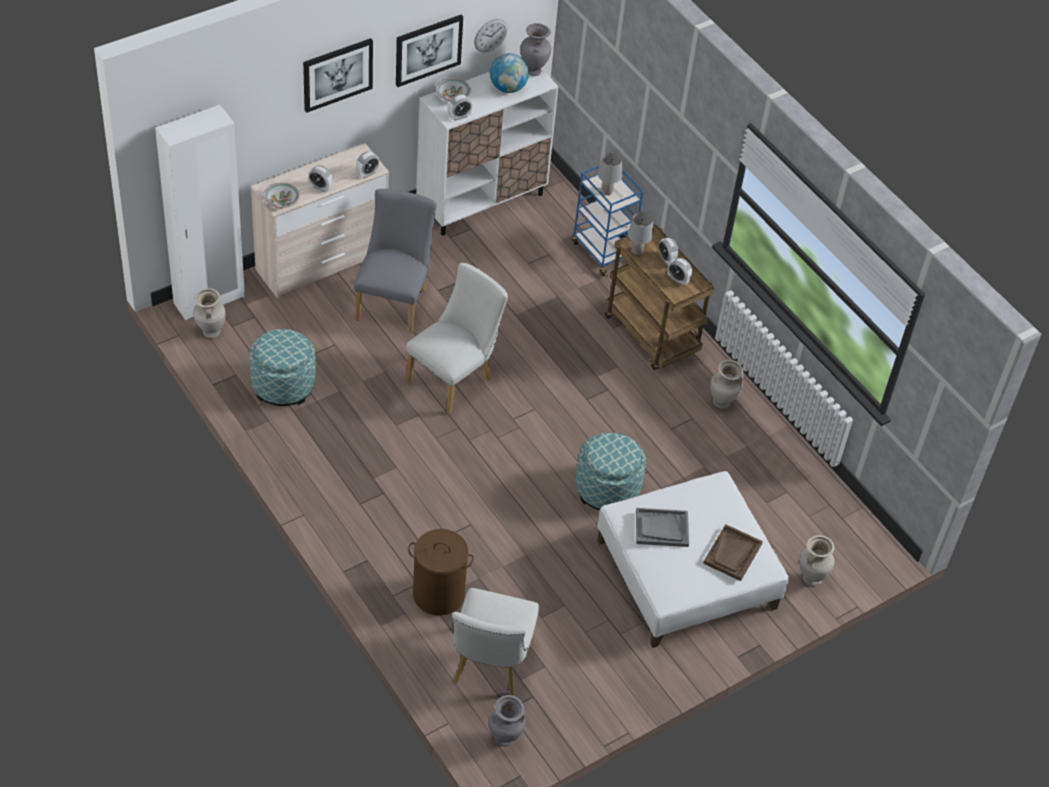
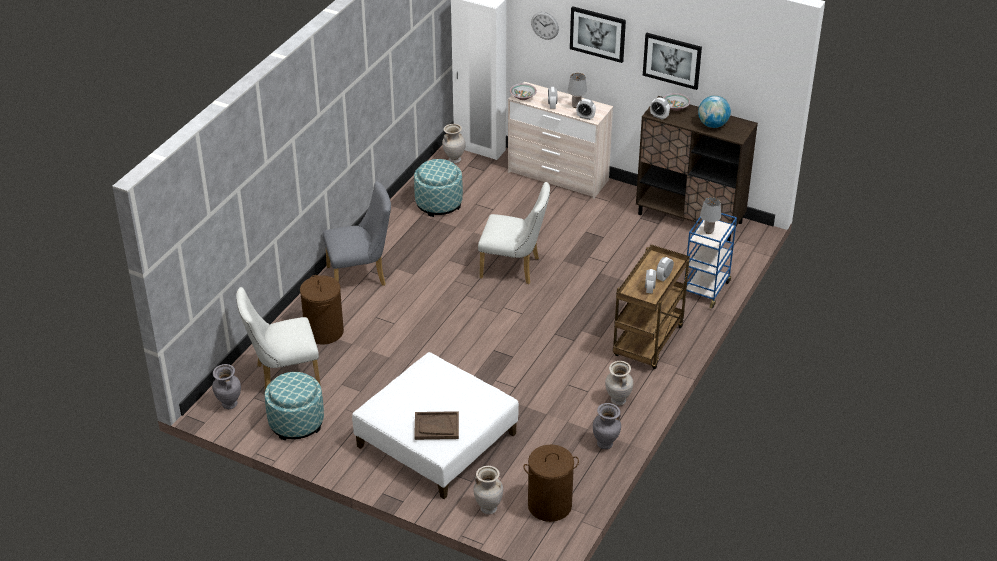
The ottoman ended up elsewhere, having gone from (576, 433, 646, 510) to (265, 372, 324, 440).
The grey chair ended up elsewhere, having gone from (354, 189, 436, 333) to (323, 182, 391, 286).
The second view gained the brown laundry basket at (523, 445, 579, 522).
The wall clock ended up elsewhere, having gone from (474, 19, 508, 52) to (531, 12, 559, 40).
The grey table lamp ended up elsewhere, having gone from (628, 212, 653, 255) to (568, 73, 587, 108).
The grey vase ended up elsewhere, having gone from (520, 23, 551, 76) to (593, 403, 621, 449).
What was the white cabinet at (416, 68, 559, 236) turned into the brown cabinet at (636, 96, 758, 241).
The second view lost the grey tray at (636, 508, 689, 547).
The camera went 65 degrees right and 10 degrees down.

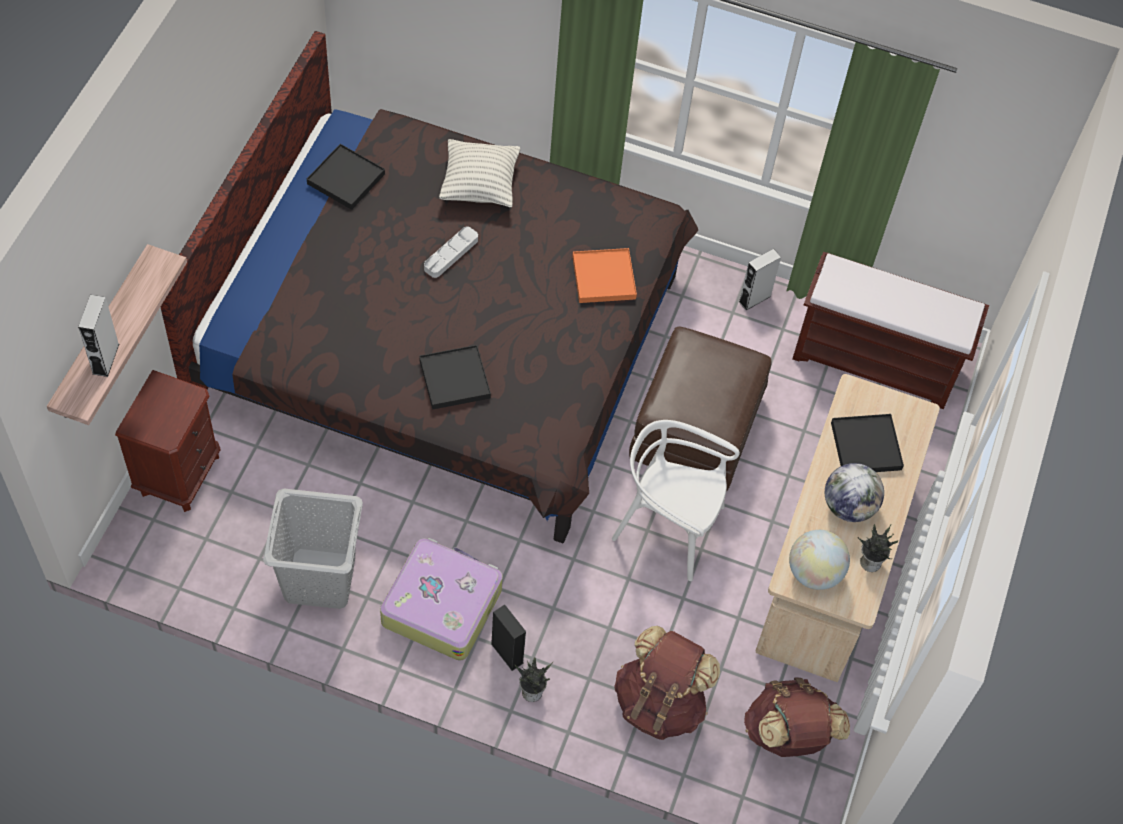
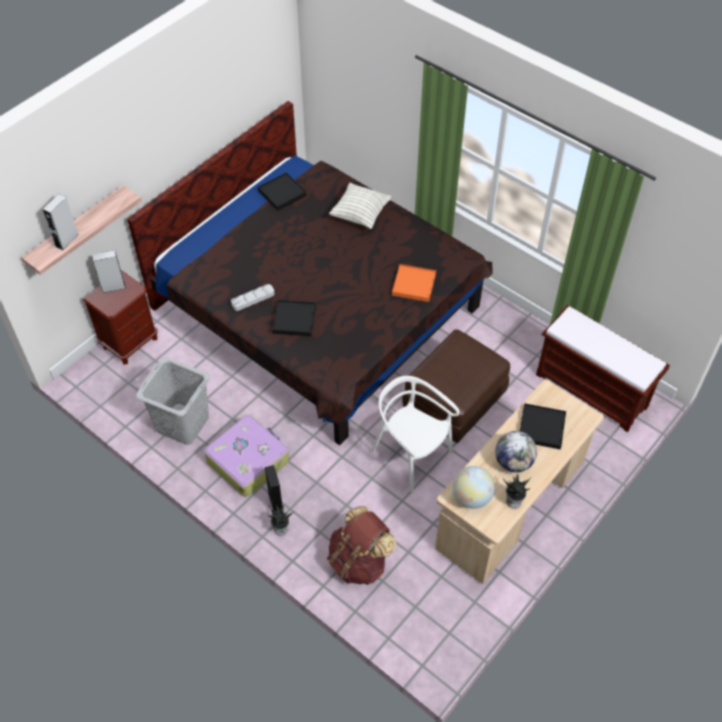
The grey speaker ended up elsewhere, having gone from (739, 249, 781, 310) to (92, 250, 126, 293).
The grey tray ended up elsewhere, having gone from (424, 226, 478, 278) to (231, 284, 274, 311).
The second view lost the brown backpack at (744, 677, 850, 757).
The camera went 25 degrees right and 5 degrees down.

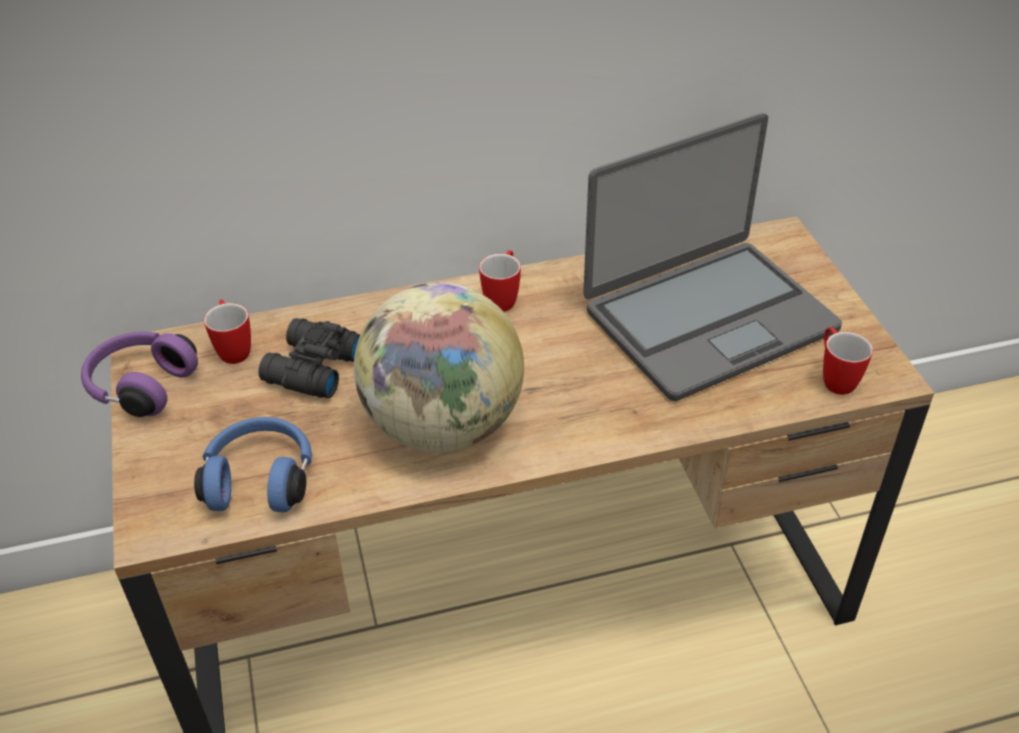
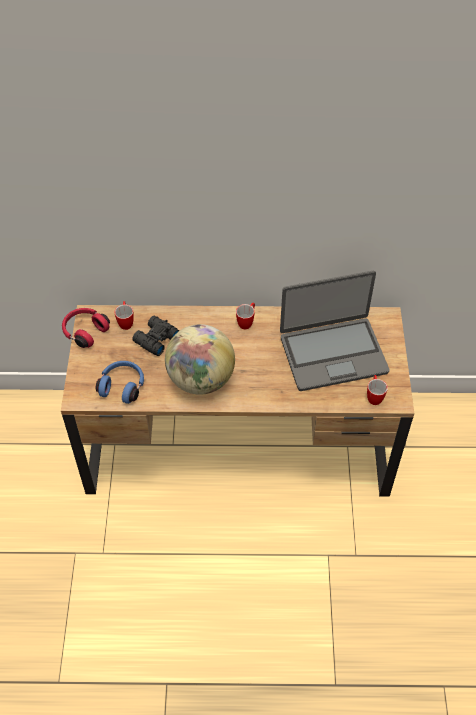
What was the purple headphones at (81, 332, 198, 417) turned into the red headphones at (62, 308, 110, 348).
The camera went 15 degrees right and 10 degrees up.

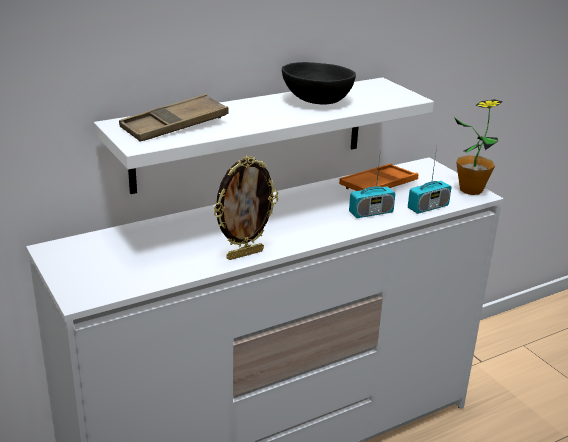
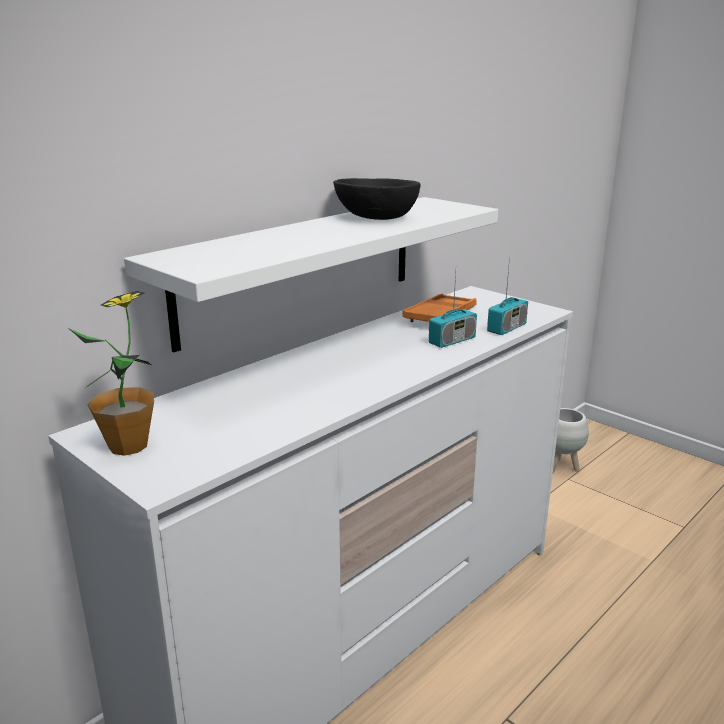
The potted plant ended up elsewhere, having gone from (454, 99, 503, 195) to (70, 291, 154, 456).
The second view gained the white planter at (553, 408, 589, 472).
The second view lost the brown tray at (119, 94, 229, 141).
The second view lost the picture frame at (213, 156, 278, 260).
The camera went 15 degrees left and 5 degrees down.

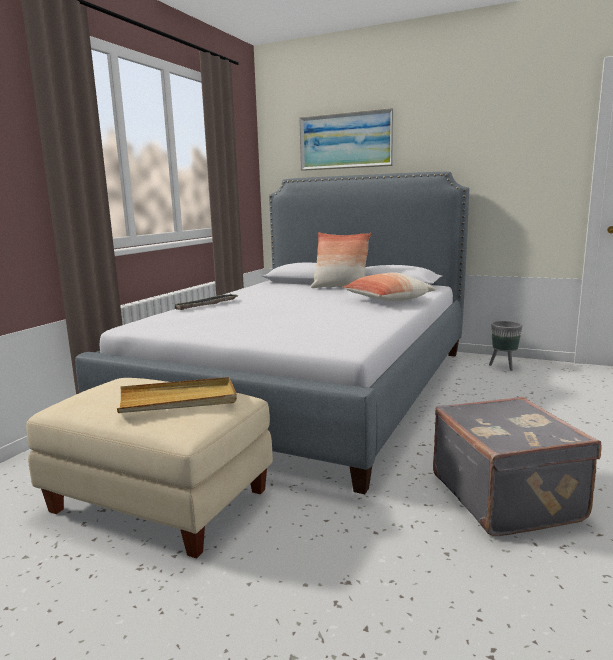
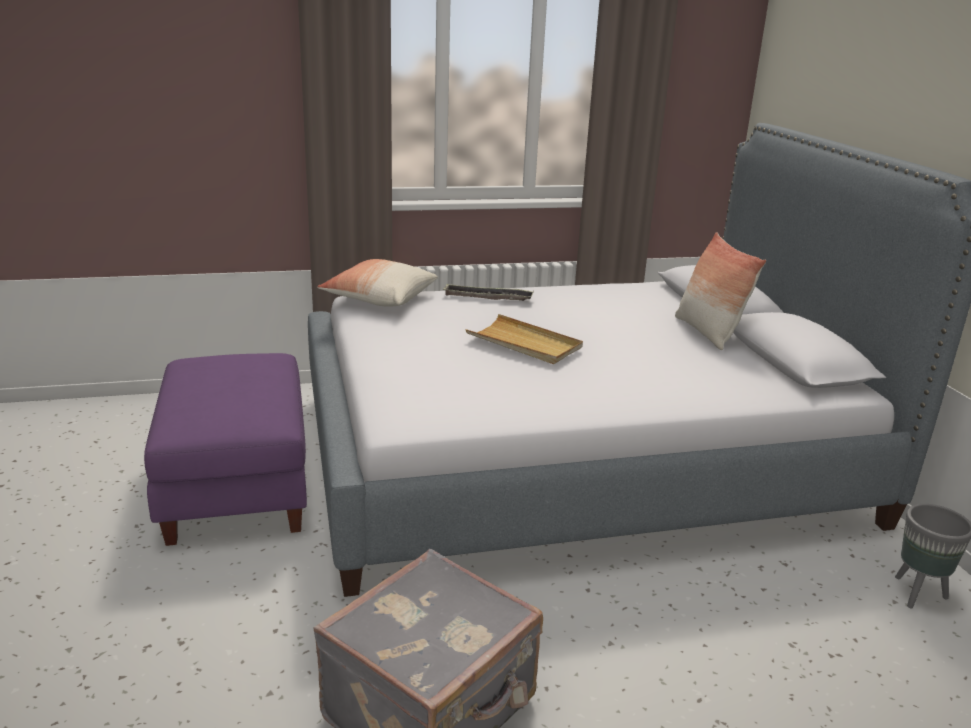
What was the beige ottoman at (26, 378, 273, 559) turned into the purple ottoman at (144, 353, 307, 546).
The pillow ended up elsewhere, having gone from (342, 272, 436, 301) to (317, 259, 438, 307).
The beige tray ended up elsewhere, having gone from (117, 377, 237, 413) to (465, 314, 583, 364).
The second view lost the picture at (299, 108, 394, 171).
The camera went 50 degrees right and 10 degrees up.

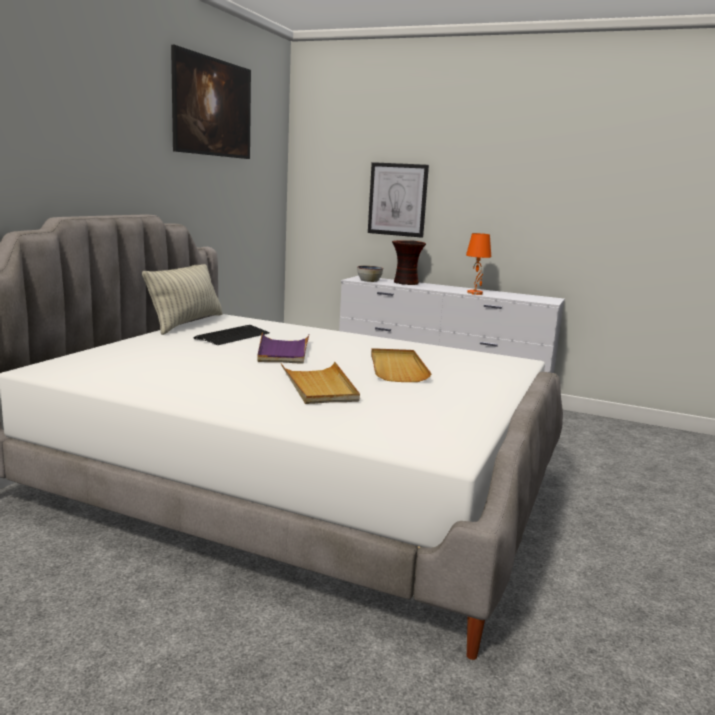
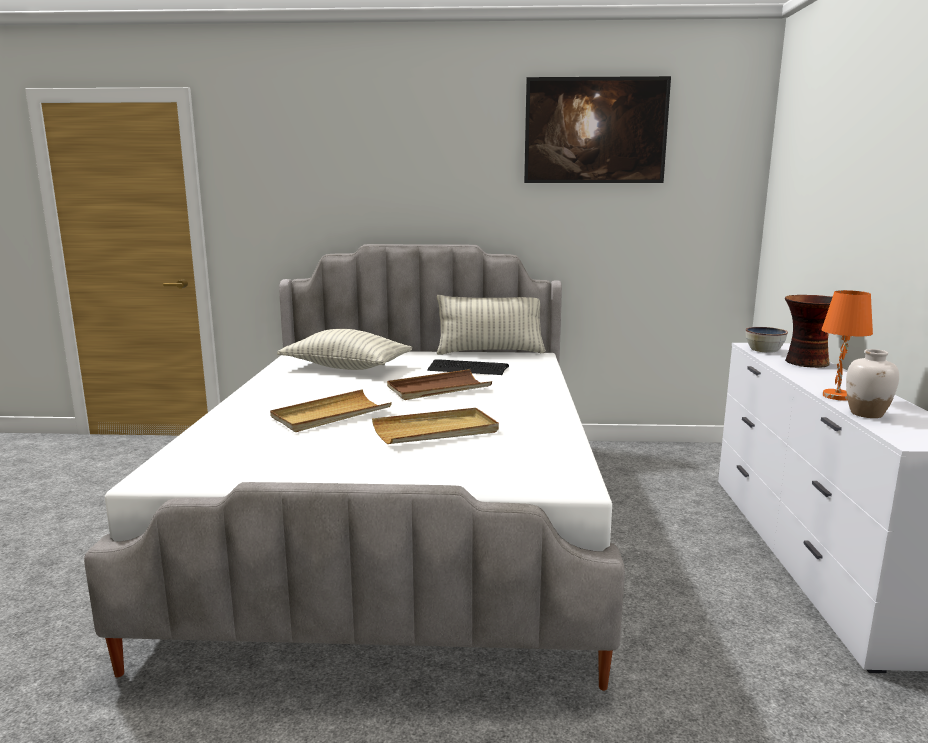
The second view gained the pillow at (277, 329, 413, 370).
What was the purple tray at (257, 332, 310, 364) turned into the brown tray at (387, 369, 492, 400).
The second view gained the white vase at (846, 349, 899, 418).
The second view lost the picture at (368, 162, 429, 238).
The camera went 70 degrees right and 0 degrees up.

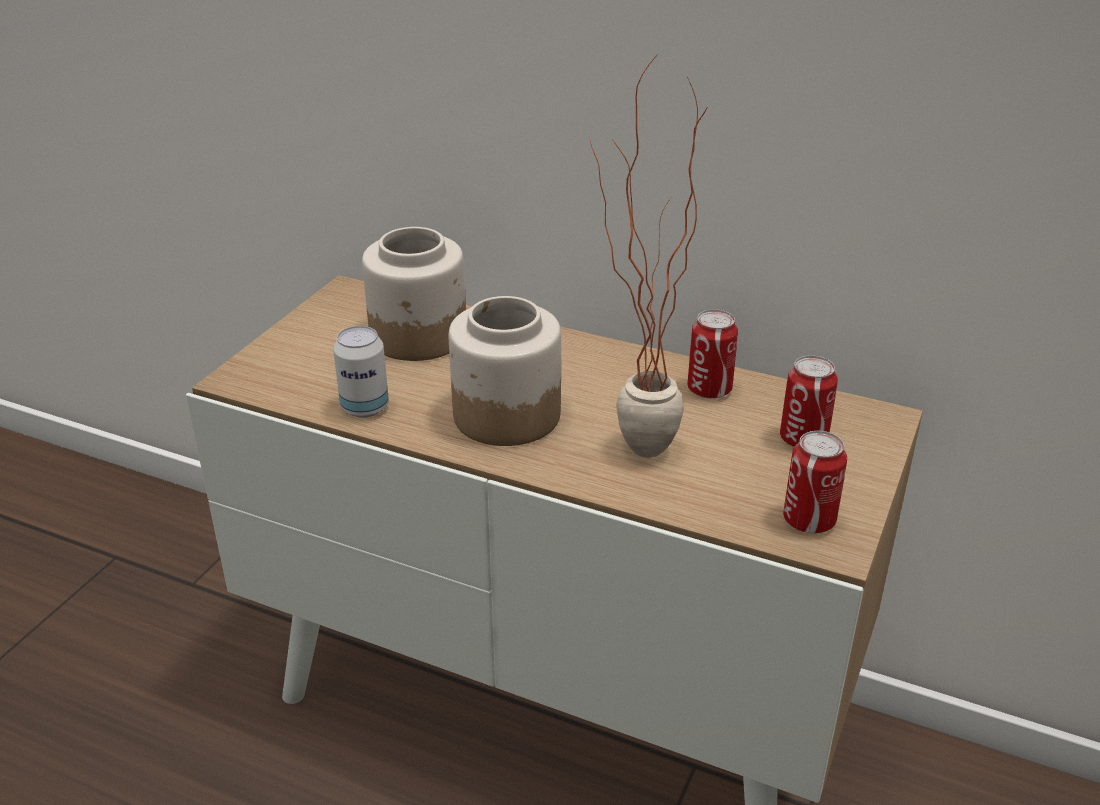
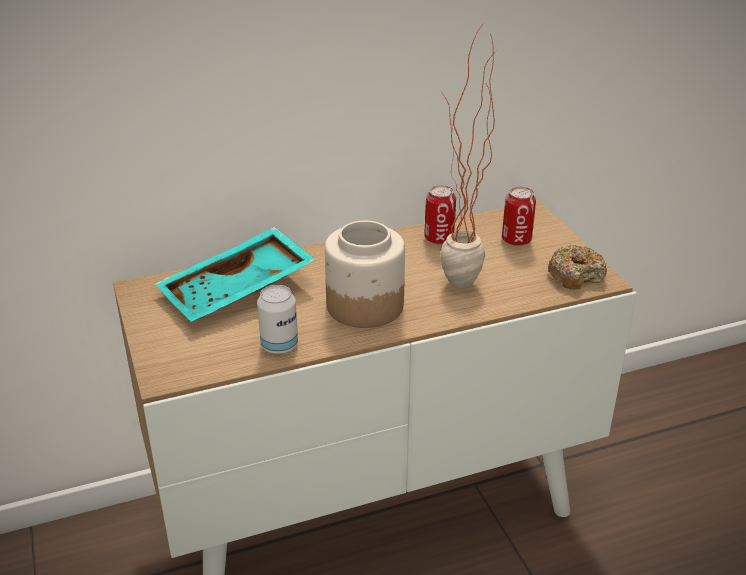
Where the jar stood at (362, 227, 466, 361), the turquoise tray came to stand at (155, 227, 316, 322).
Where the can stood at (783, 431, 847, 533), the donut came to stand at (548, 245, 607, 290).
The camera went 45 degrees left and 0 degrees up.

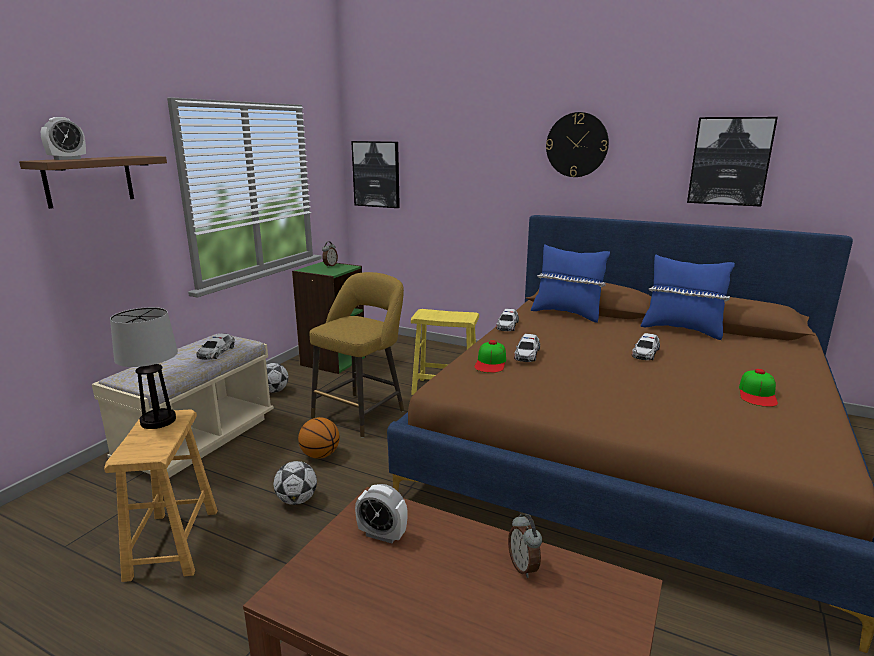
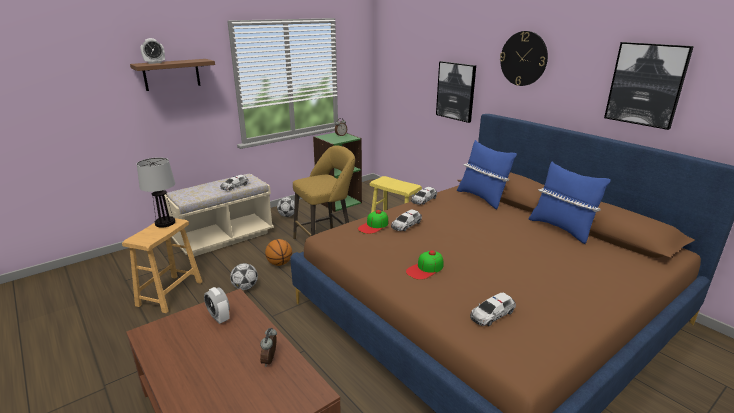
The cap ended up elsewhere, having gone from (739, 369, 778, 407) to (406, 251, 443, 280).
The picture ended up elsewhere, having gone from (351, 141, 400, 208) to (436, 61, 476, 123).
The toy car ended up elsewhere, having gone from (632, 333, 660, 360) to (470, 292, 516, 326).
The camera went 25 degrees right and 5 degrees up.

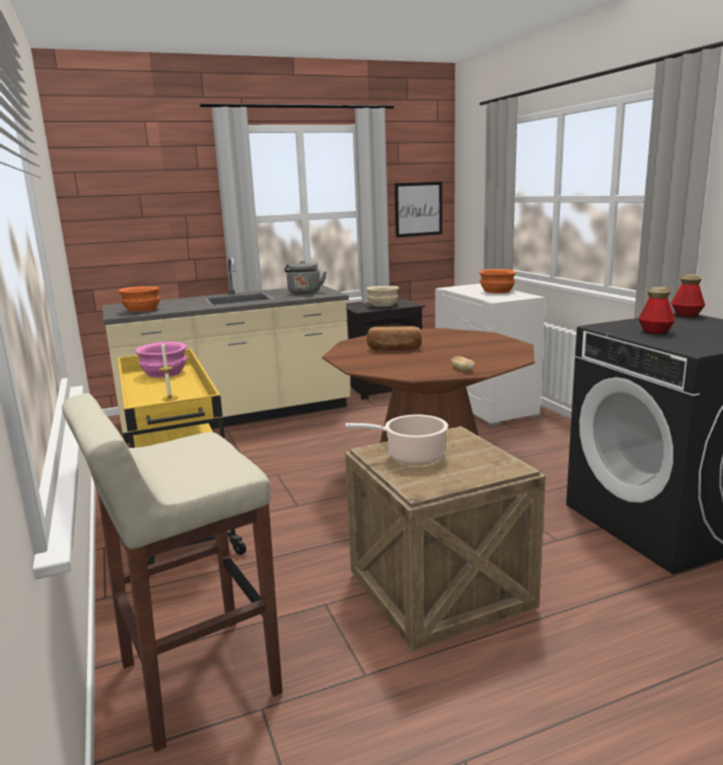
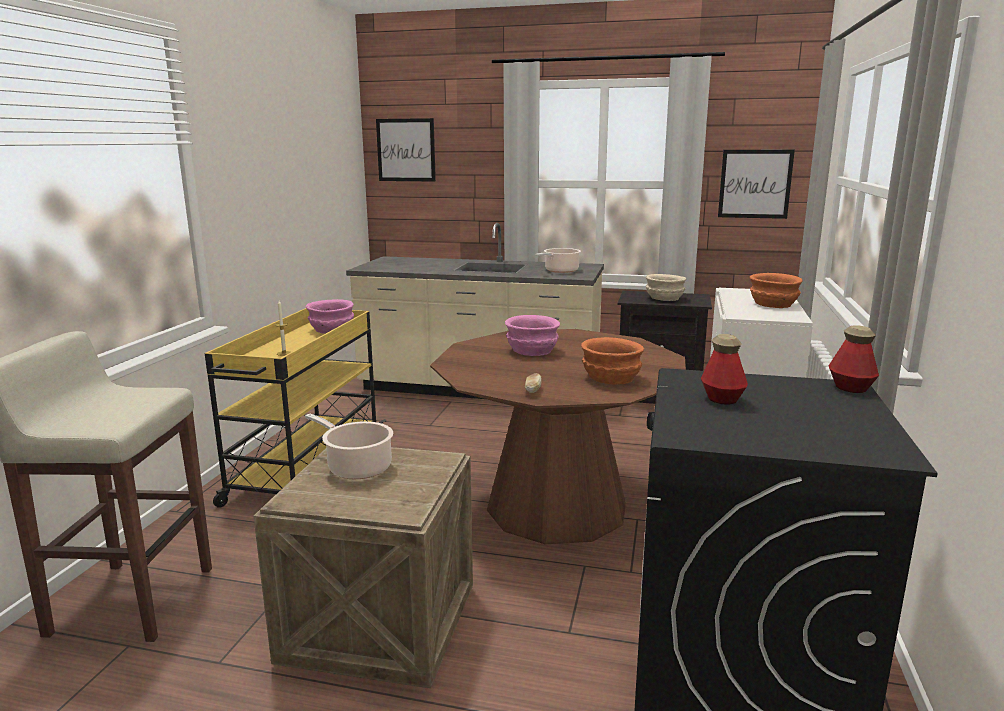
The second view gained the picture at (376, 118, 436, 182).
Where the bread stood at (367, 326, 422, 350), the pink bowl came to stand at (505, 315, 560, 356).
Where the grey kettle stood at (284, 260, 327, 294), the cooking pot came to stand at (536, 248, 581, 273).
The orange bowl ended up elsewhere, having gone from (119, 286, 160, 312) to (581, 337, 644, 385).
The camera went 35 degrees right and 0 degrees up.

